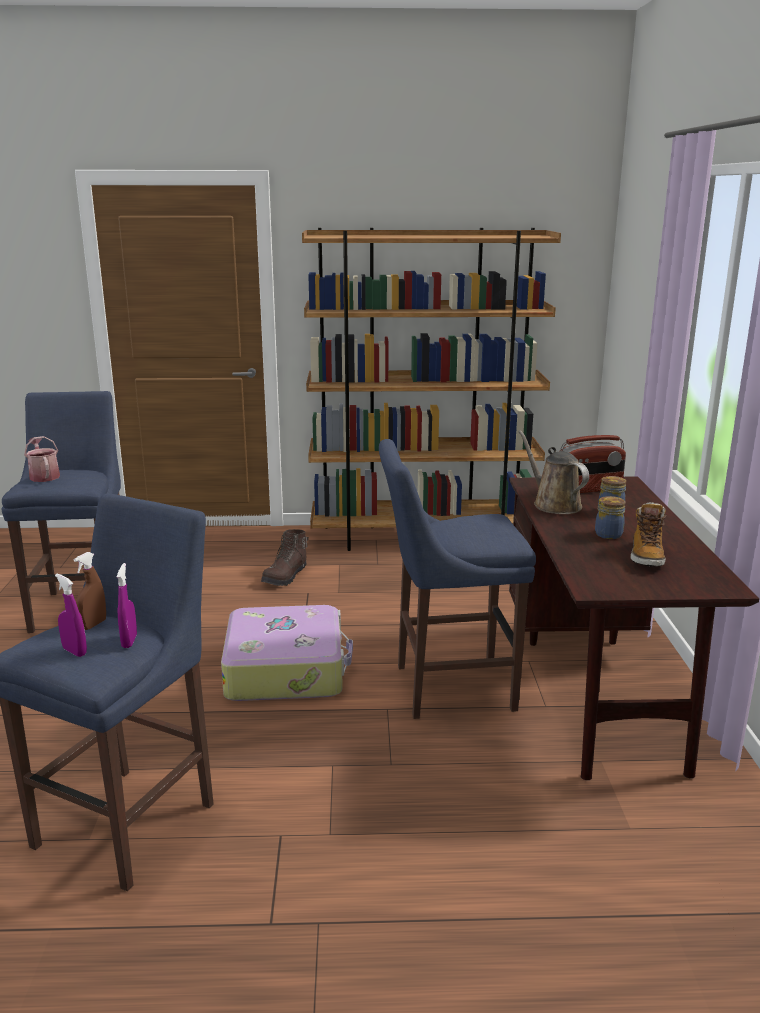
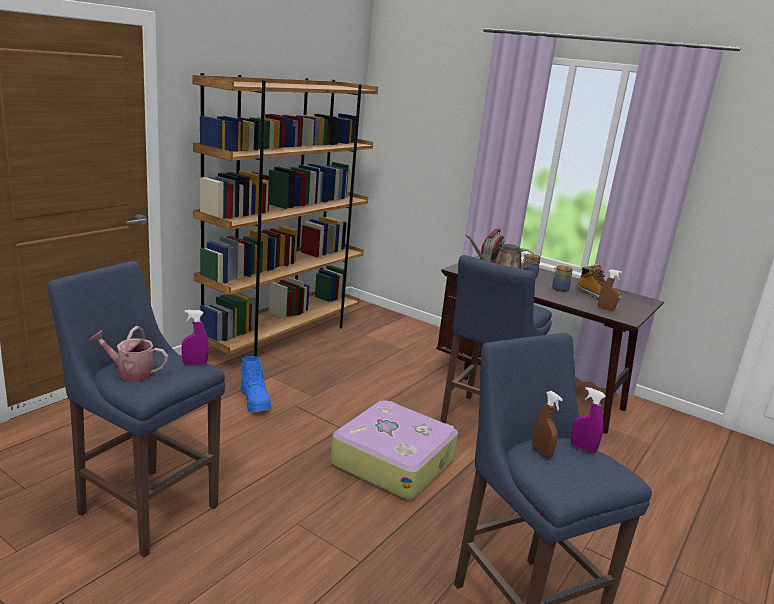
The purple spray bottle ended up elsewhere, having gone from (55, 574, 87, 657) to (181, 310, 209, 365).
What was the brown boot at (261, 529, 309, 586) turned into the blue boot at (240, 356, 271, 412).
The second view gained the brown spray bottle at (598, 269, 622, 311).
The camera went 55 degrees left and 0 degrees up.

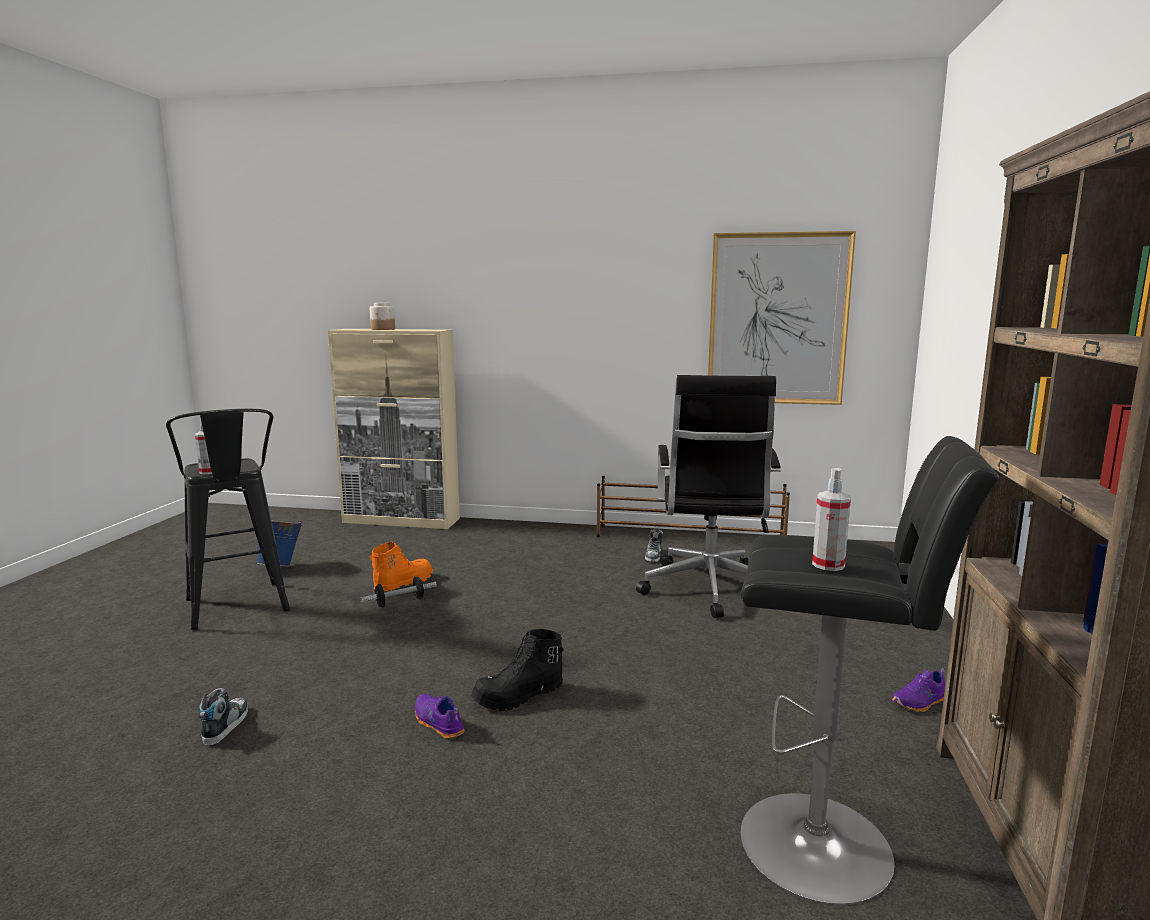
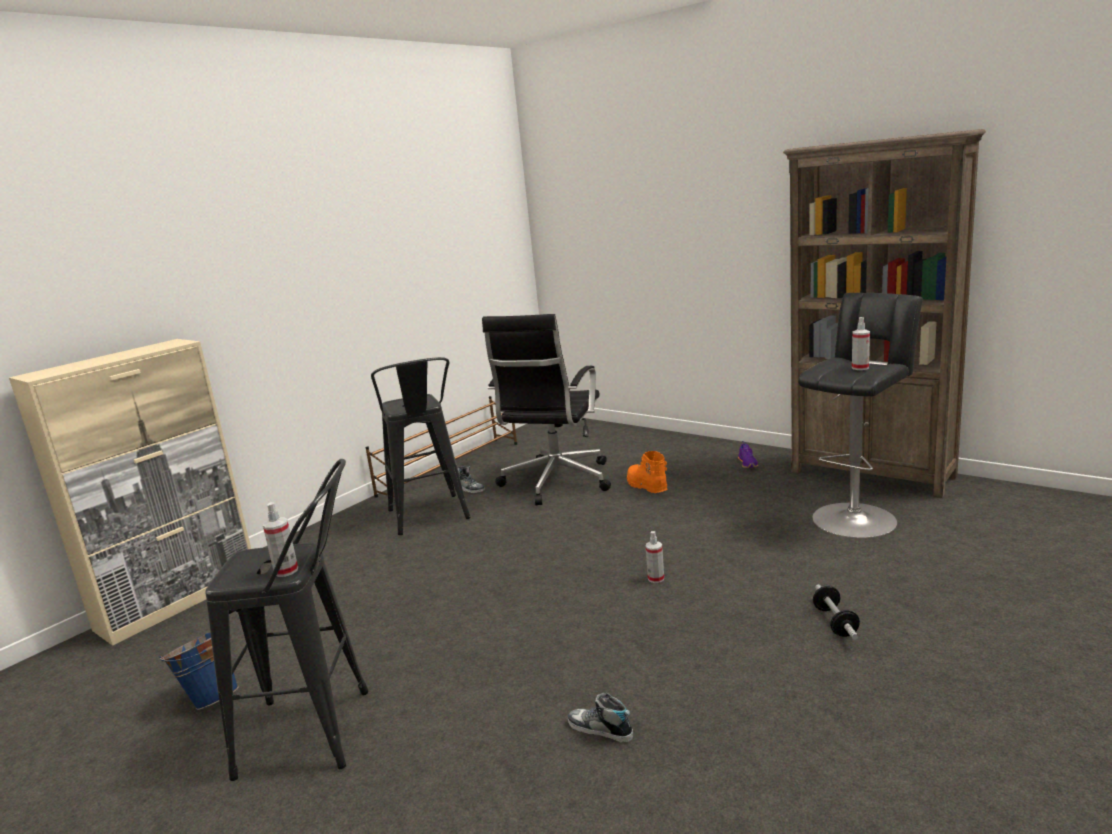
The second view gained the black stool at (371, 357, 471, 535).
The black office chair at (636, 375, 781, 618) ended up facing another way, 75 degrees clockwise from before.
The orange boot ended up elsewhere, having gone from (370, 541, 433, 591) to (627, 451, 668, 493).
Where the black boot stood at (471, 629, 563, 711), the spray bottle came to stand at (645, 531, 664, 583).
The dumbbell ended up elsewhere, having gone from (360, 576, 437, 608) to (813, 585, 860, 640).
The second view lost the jar at (370, 303, 395, 330).
The second view lost the purple shoe at (415, 694, 465, 739).
The second view lost the picture at (708, 231, 856, 405).
The camera went 60 degrees left and 5 degrees up.

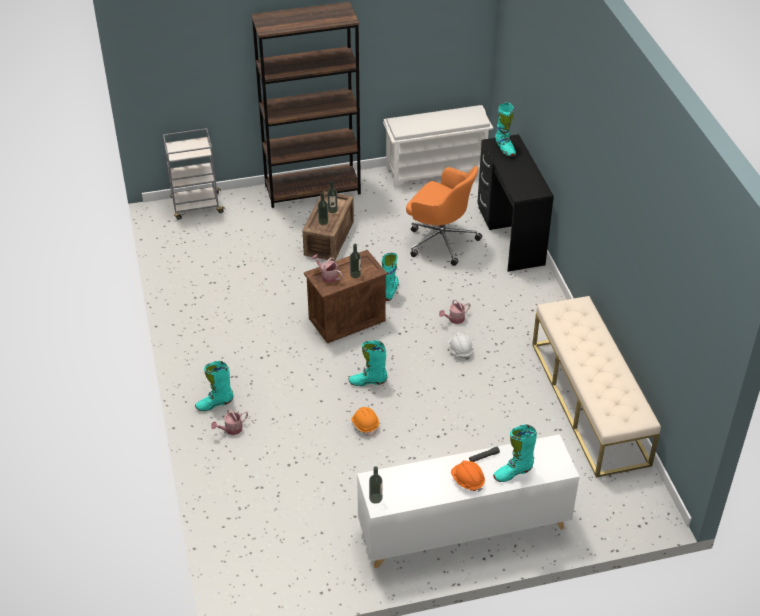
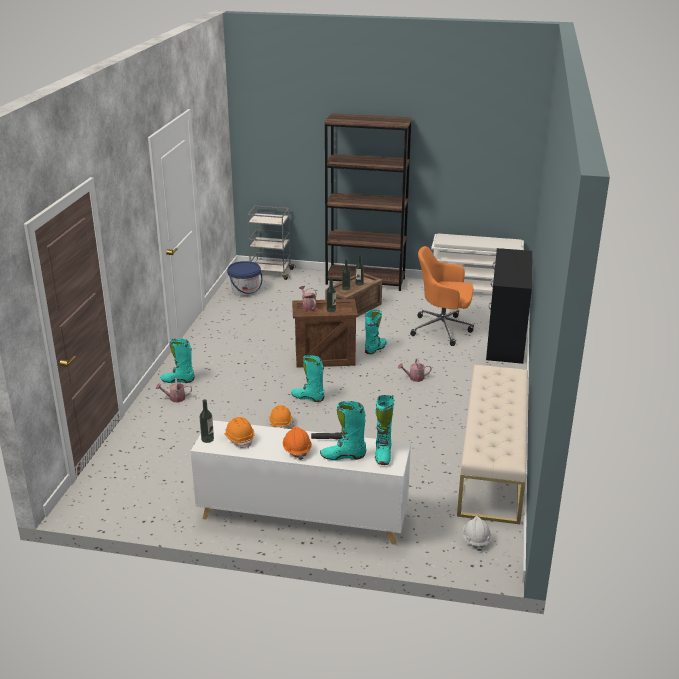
The second view gained the orange hard hat at (224, 417, 254, 448).
The second view gained the blue bucket at (227, 261, 262, 296).
The turquoise boot ended up elsewhere, having gone from (495, 102, 516, 156) to (375, 395, 394, 465).
The orange office chair at (406, 166, 482, 266) ended up facing another way, 135 degrees clockwise from before.
The white hard hat ended up elsewhere, having gone from (447, 332, 474, 360) to (463, 516, 491, 551).
The camera went 25 degrees right and 15 degrees down.

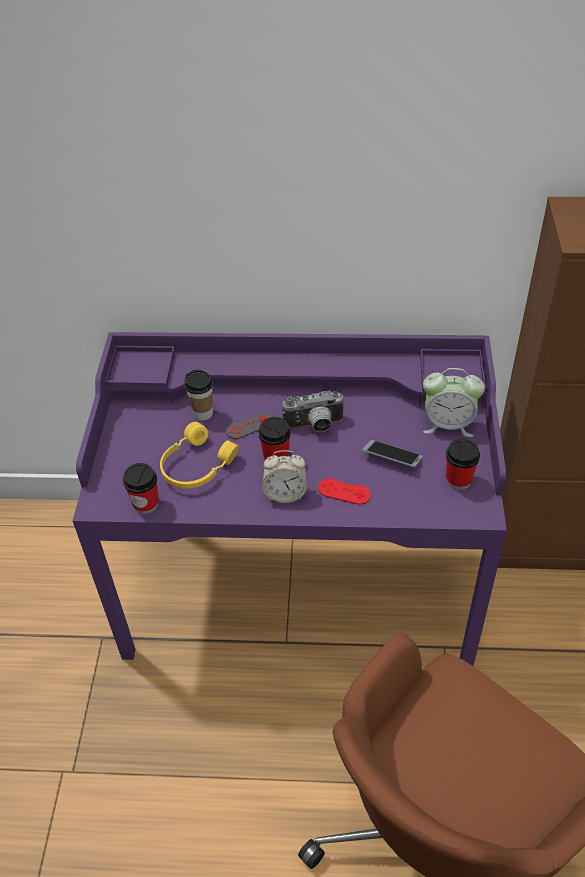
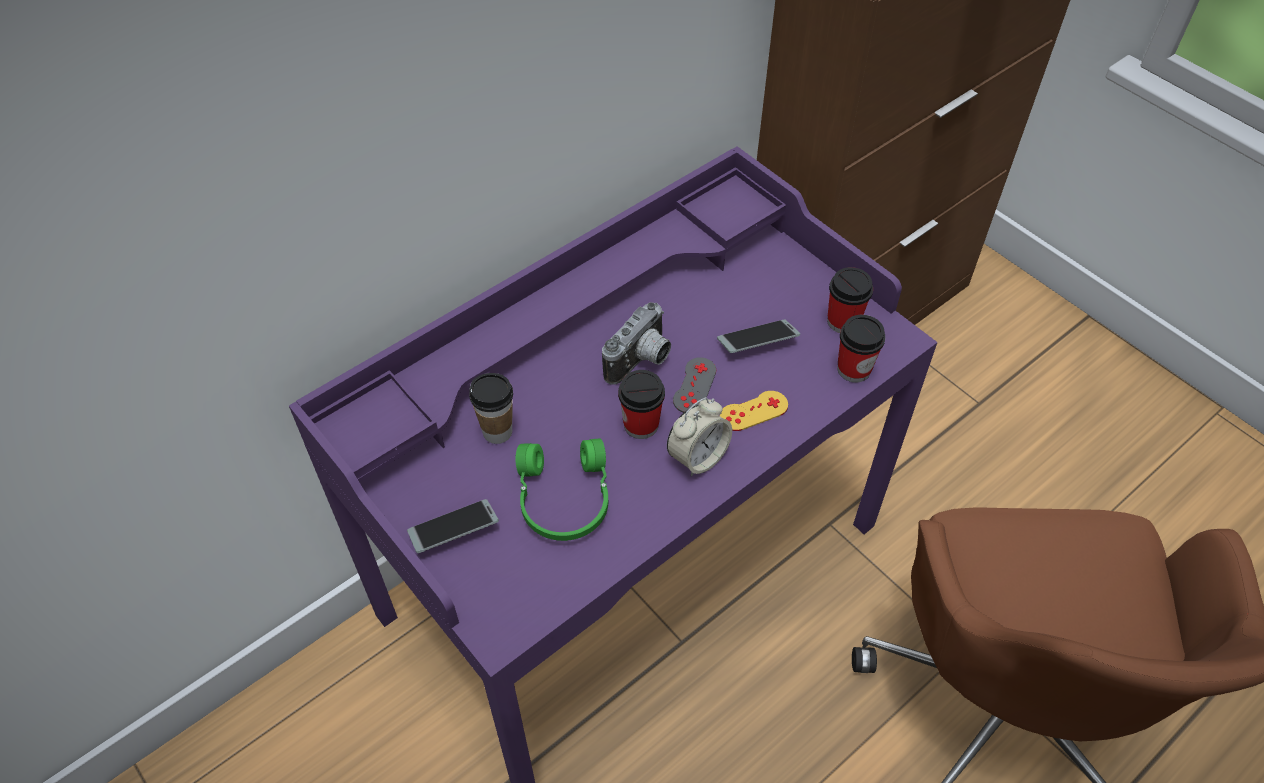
The second view gained the phone at (407, 499, 499, 553).
What was the yellow headphones at (160, 422, 239, 488) turned into the green headphones at (515, 438, 608, 541).
The grey game controller ended up elsewhere, having gone from (225, 412, 272, 439) to (673, 357, 716, 413).
What was the red game controller at (318, 478, 371, 505) turned into the yellow game controller at (720, 391, 788, 431).
The cup ended up elsewhere, having gone from (123, 463, 159, 514) to (837, 315, 886, 382).
The second view lost the alarm clock at (423, 368, 485, 437).
The camera went 45 degrees left and 5 degrees up.

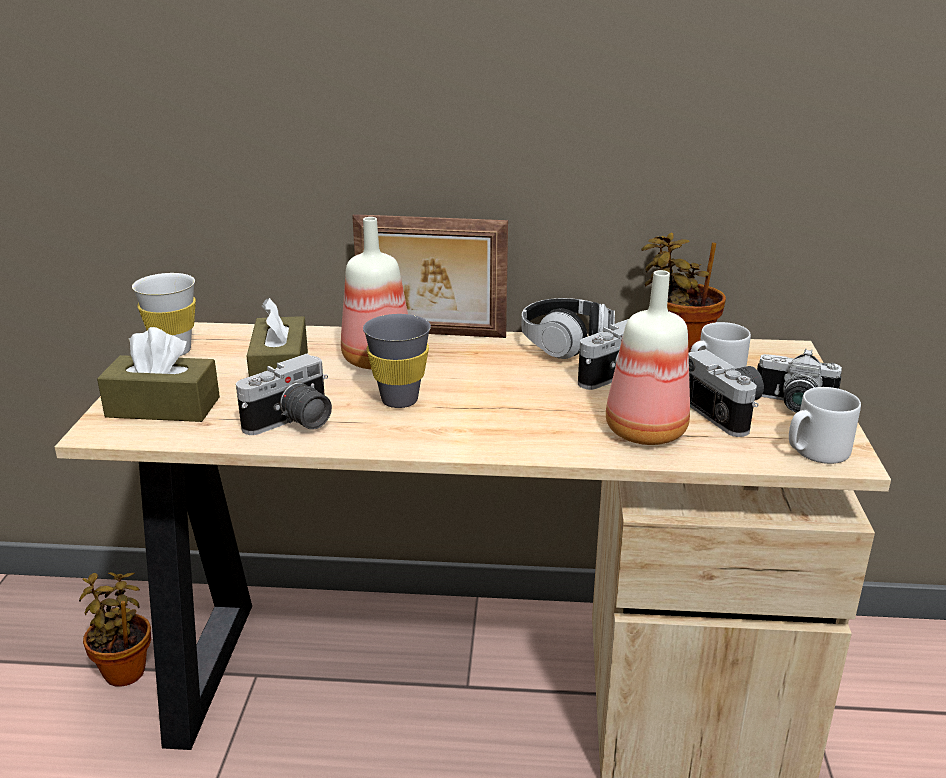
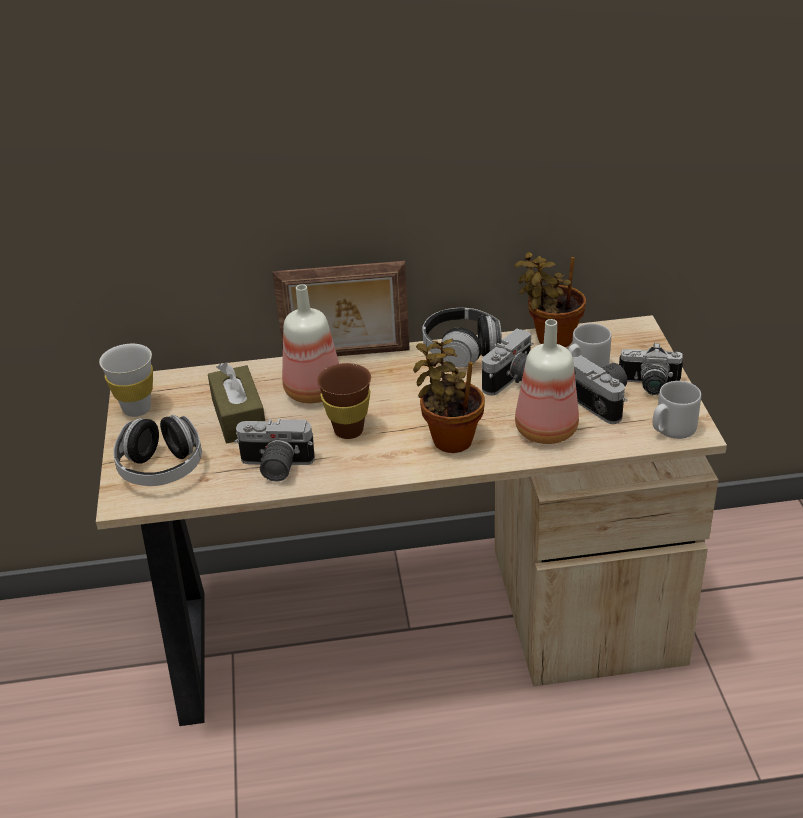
Where the brown tissue box stood at (97, 327, 220, 422), the headphones came to stand at (113, 415, 202, 486).
The photo camera at (236, 354, 332, 435) ended up facing another way, 60 degrees clockwise from before.
What was the grey cup at (363, 314, 431, 408) turned into the brown cup at (317, 363, 371, 439).
The potted plant ended up elsewhere, having gone from (79, 572, 151, 687) to (413, 339, 485, 453).
The camera went 10 degrees left and 10 degrees up.

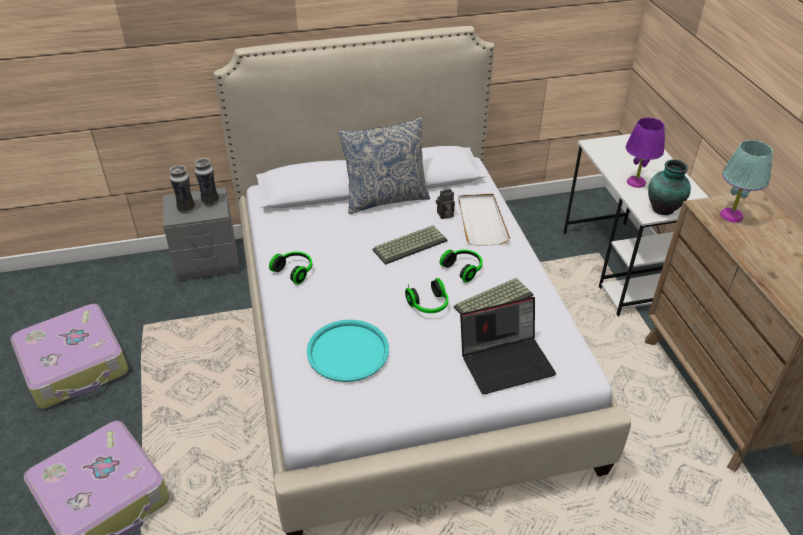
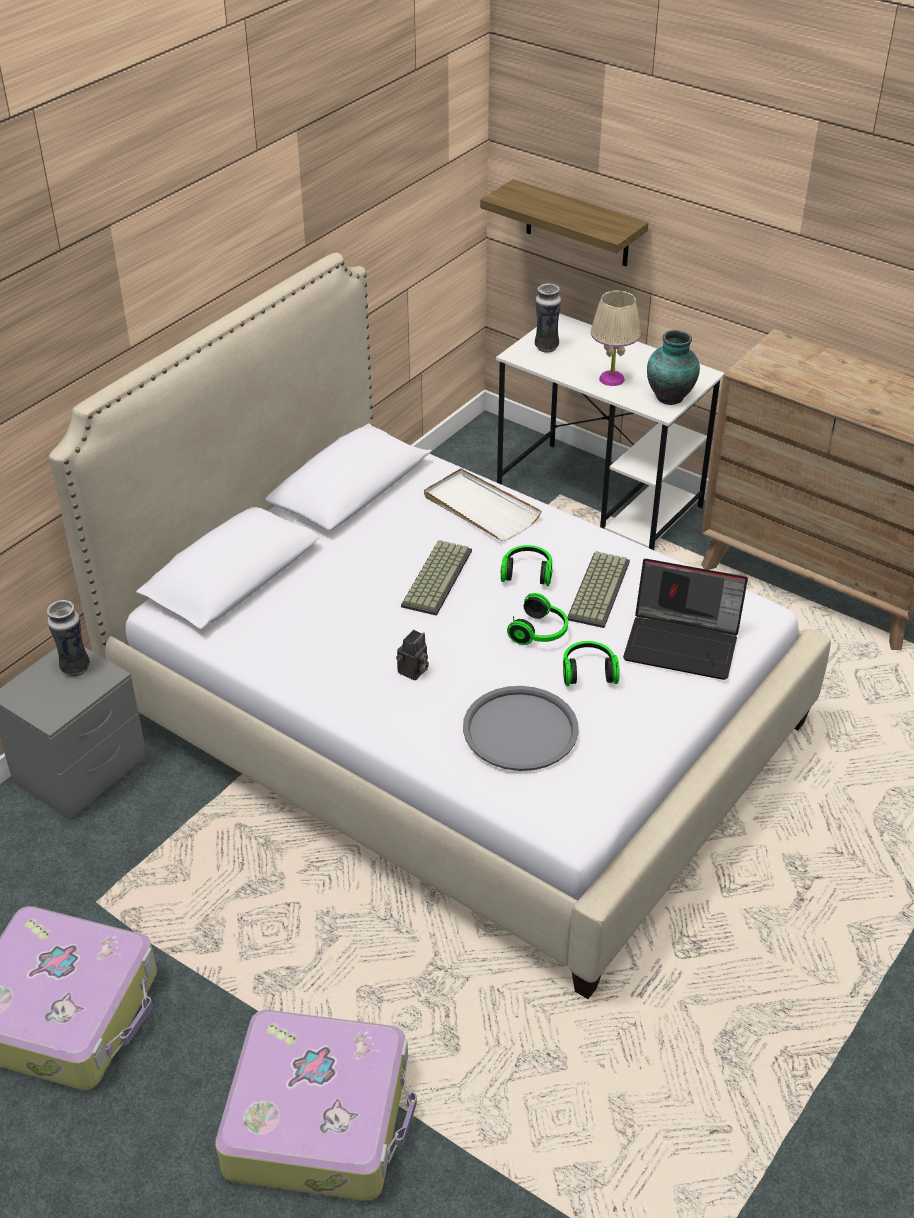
The photo camera ended up elsewhere, having gone from (436, 189, 455, 219) to (396, 630, 429, 680).
What was the turquoise tray at (307, 320, 389, 382) turned into the grey tray at (463, 686, 578, 771).
The second view gained the shelf at (480, 179, 648, 266).
The vase ended up elsewhere, having gone from (169, 165, 195, 213) to (535, 284, 561, 353).
The headphones ended up elsewhere, having gone from (269, 251, 312, 285) to (563, 641, 620, 686).
What was the purple table lamp at (626, 117, 665, 188) turned into the beige table lamp at (591, 290, 641, 386).
The laptop at (460, 297, 556, 394) ended up facing another way, 75 degrees clockwise from before.
The second view lost the pillow at (338, 117, 430, 214).
The second view lost the turquoise table lamp at (720, 140, 773, 223).
The camera went 40 degrees left and 0 degrees up.

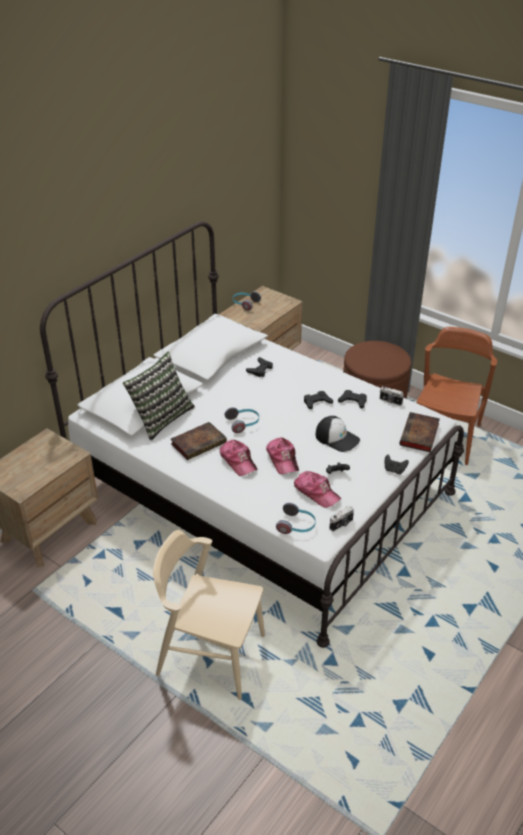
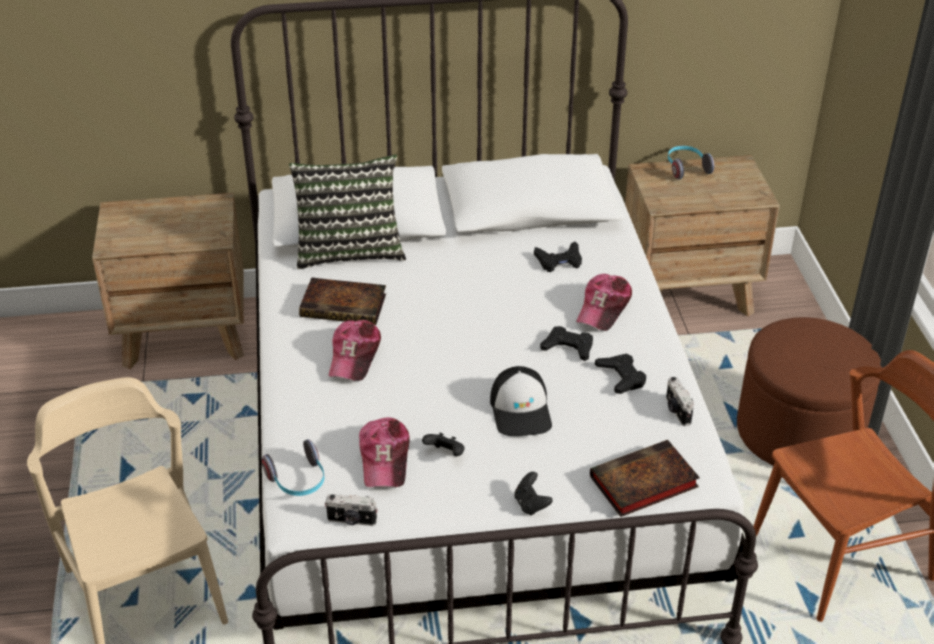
The cap ended up elsewhere, having gone from (266, 438, 299, 474) to (576, 274, 632, 331).
The second view lost the headphones at (225, 407, 259, 433).
The camera went 45 degrees right and 0 degrees up.

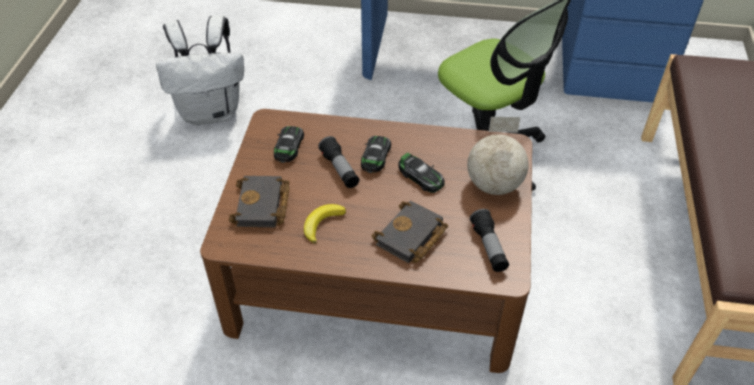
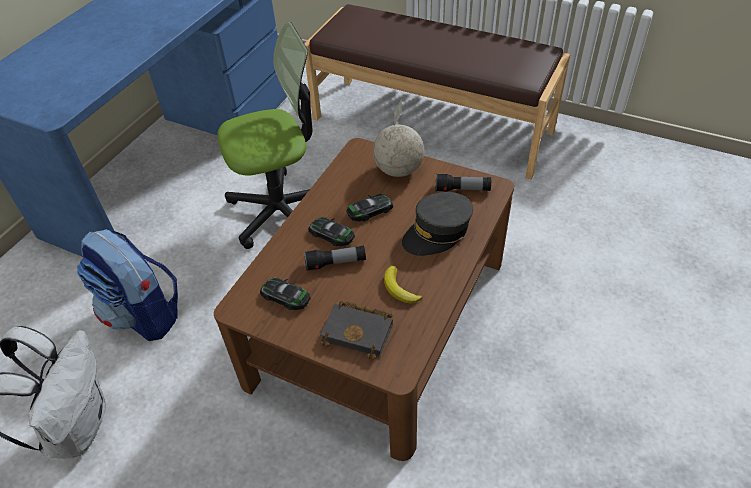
The second view gained the backpack at (77, 229, 178, 341).
Where the black book stood at (371, 200, 448, 263), the grey cap came to stand at (402, 192, 473, 256).
The camera went 70 degrees left and 0 degrees up.

